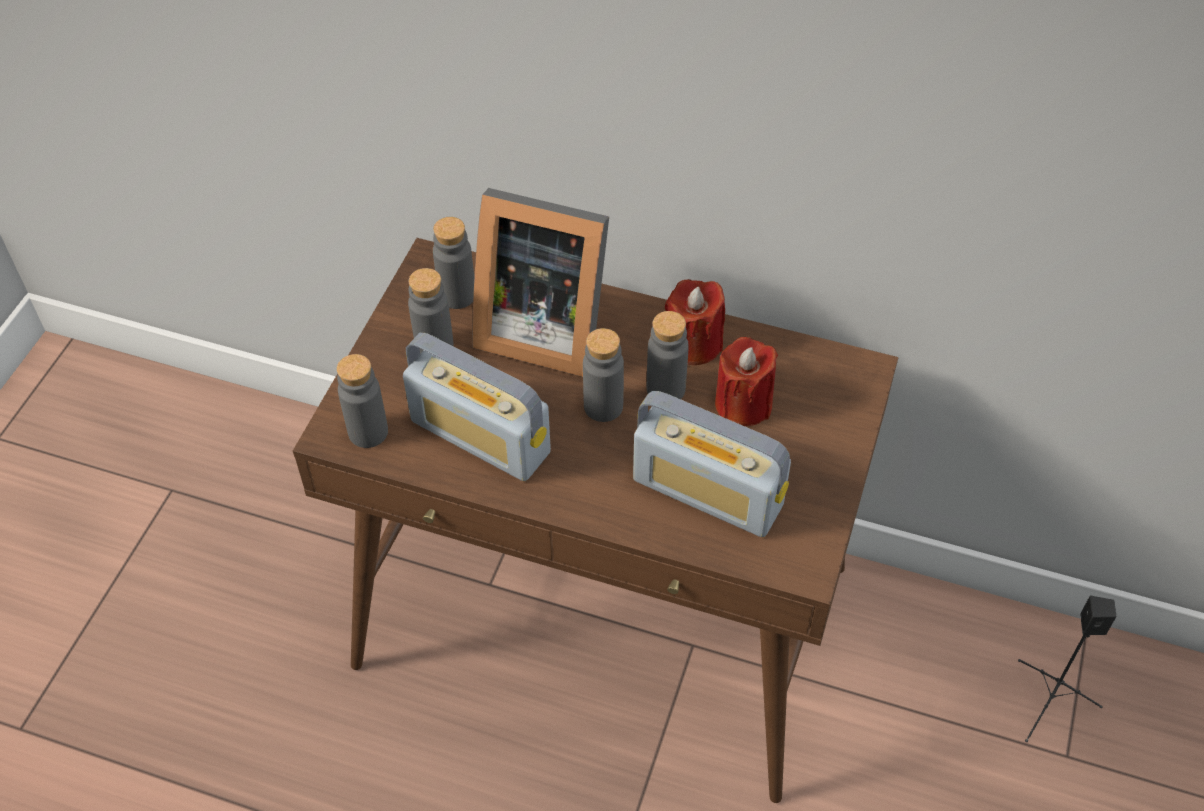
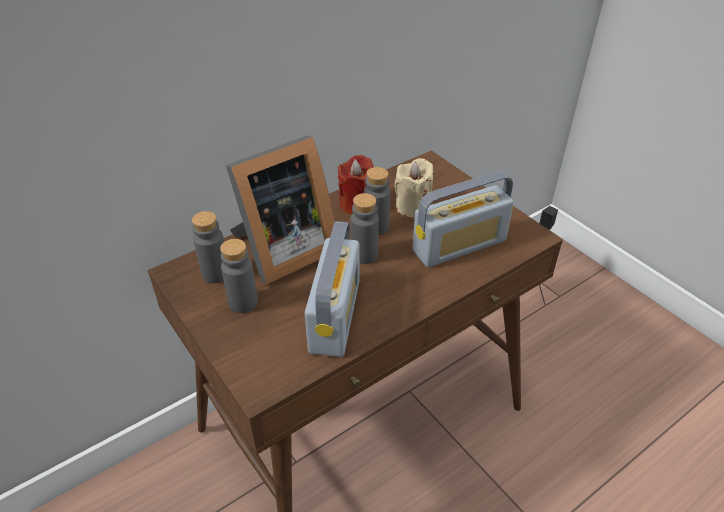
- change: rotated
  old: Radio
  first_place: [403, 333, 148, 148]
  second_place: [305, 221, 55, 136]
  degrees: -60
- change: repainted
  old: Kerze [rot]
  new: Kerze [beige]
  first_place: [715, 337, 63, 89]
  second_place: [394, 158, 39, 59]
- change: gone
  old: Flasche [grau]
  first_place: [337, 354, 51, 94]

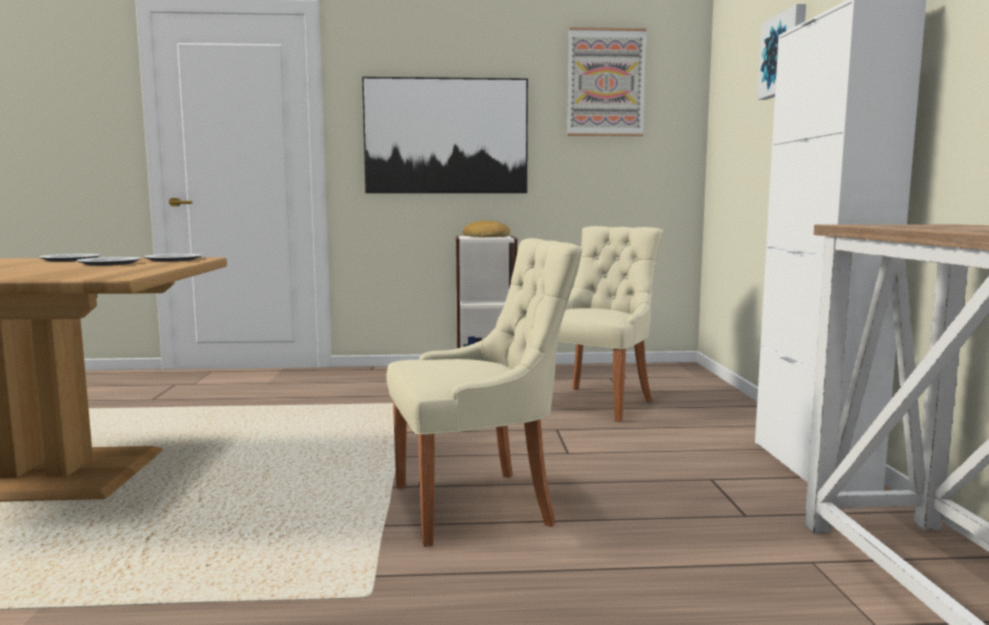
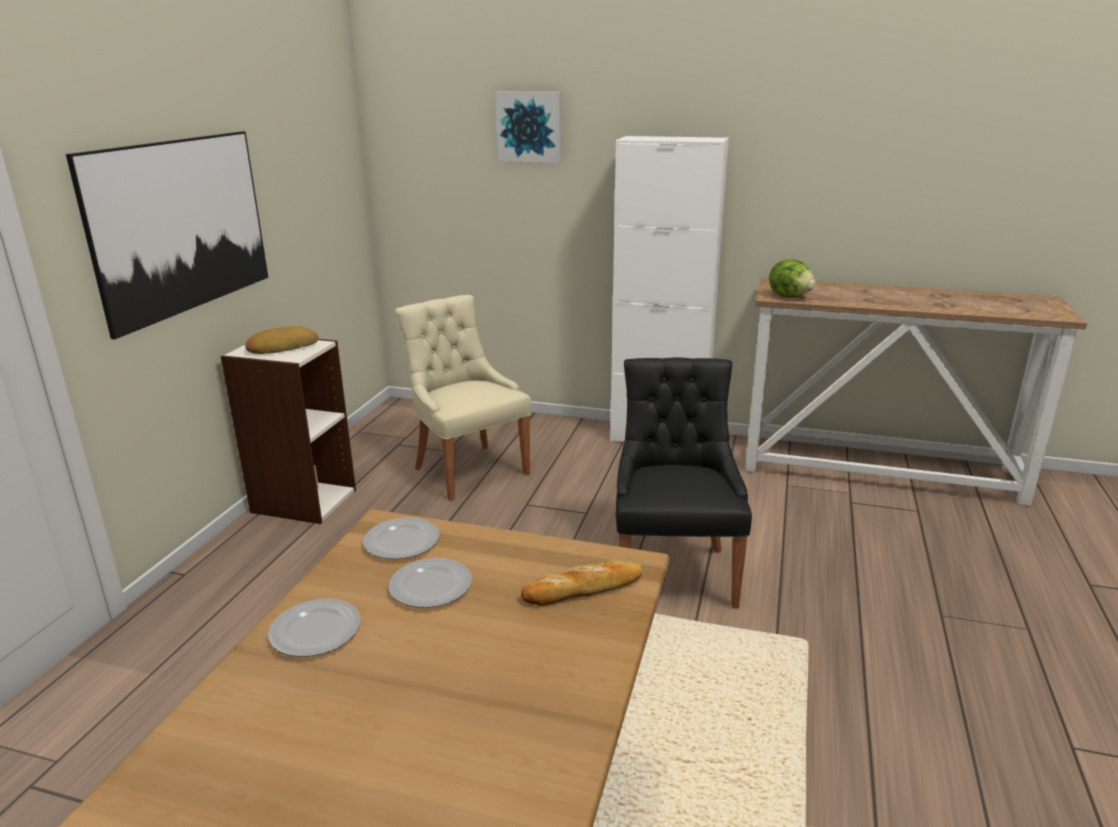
- change: new
  new: Brot
  second_place: [521, 560, 122, 46]
- change: repainted
  old: Stuhl [beige]
  new: Stuhl [schwarz]
  first_place: [386, 238, 196, 309]
  second_place: [616, 357, 136, 251]
- change: new
  new: Salatkopf
  second_place: [769, 259, 47, 39]
- change: gone
  old: Bild
  first_place: [567, 27, 80, 109]

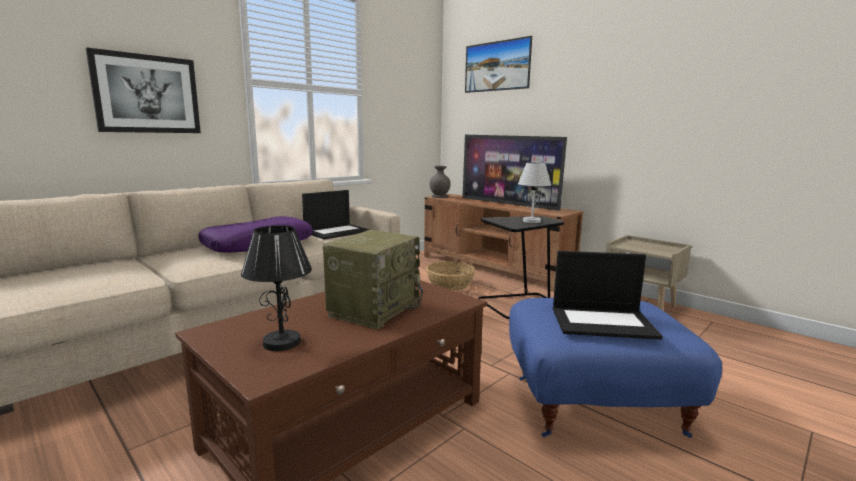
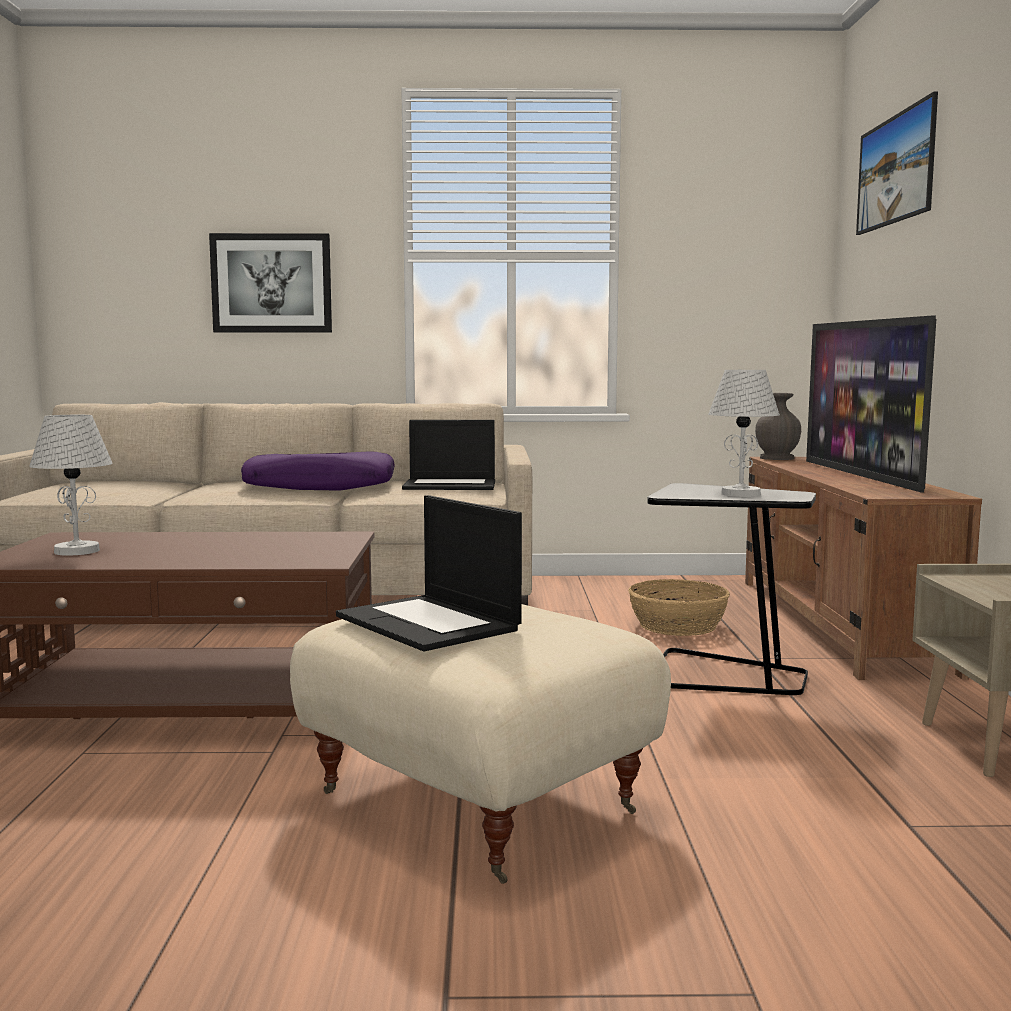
- change: repainted
  old: Tischlampe [schwarz]
  new: Tischlampe [weiß]
  first_place: [241, 225, 71, 126]
  second_place: [29, 415, 84, 141]
- change: repainted
  old: Polsterhocker [blau]
  new: Polsterhocker [beige]
  first_place: [509, 298, 213, 140]
  second_place: [290, 604, 381, 280]
- change: gone
  old: Radio
  first_place: [323, 230, 100, 100]

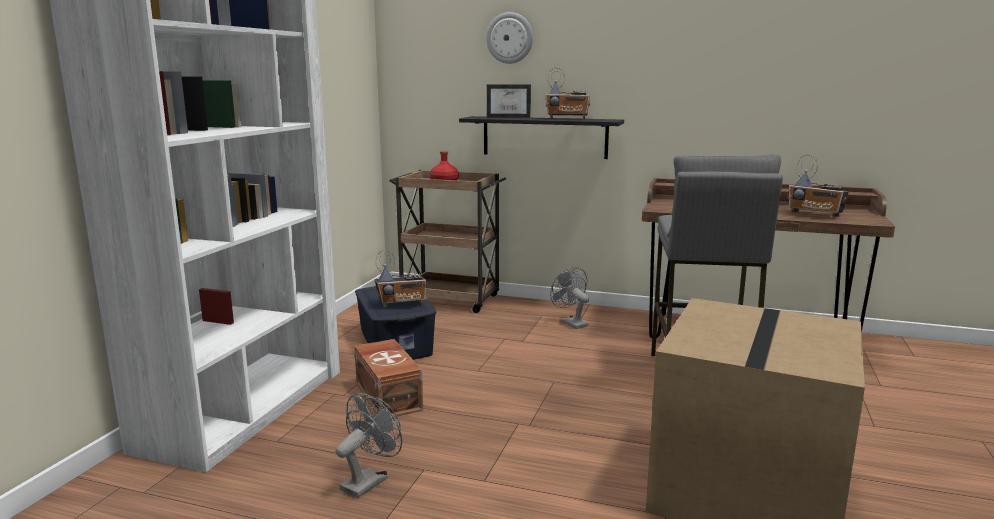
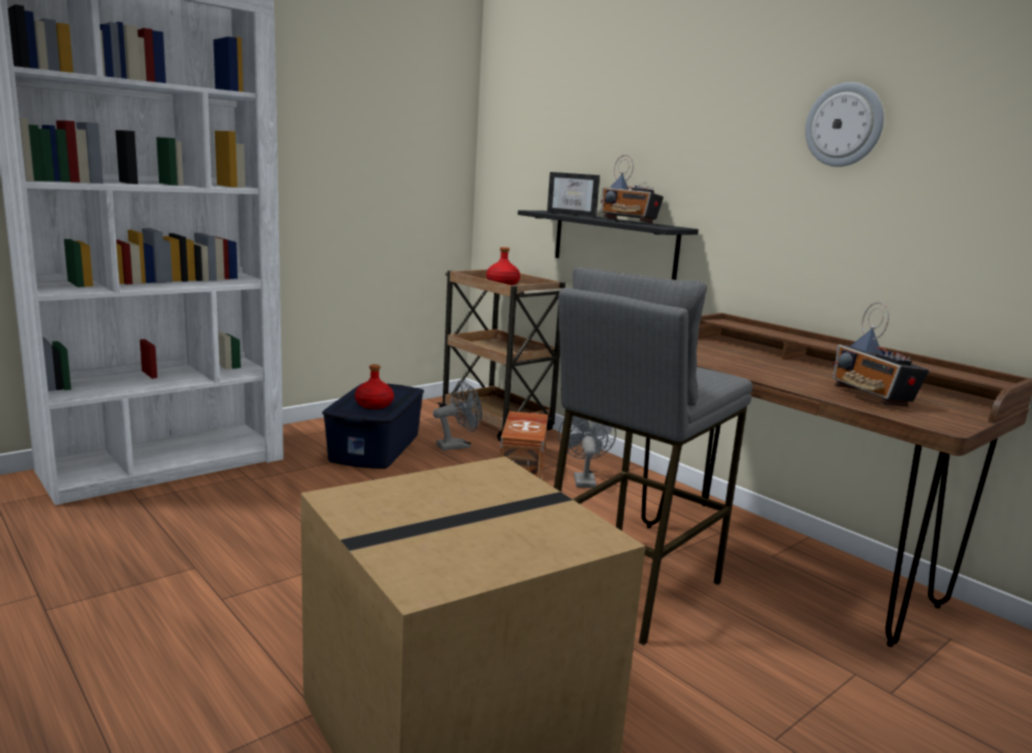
- change: swapped
  old: Radio
  new: Flasche [rot]
  first_place: [375, 250, 51, 57]
  second_place: [355, 364, 39, 45]
- change: shifted
  old: Ventilator [grau]
  first_place: [335, 393, 67, 105]
  second_place: [433, 380, 49, 71]
- change: shifted
  old: Aufbewahrungsbox [braun]
  first_place: [354, 339, 69, 78]
  second_place: [500, 411, 48, 68]
- change: shifted
  old: Wanduhr
  first_place: [486, 12, 47, 52]
  second_place: [805, 82, 79, 85]

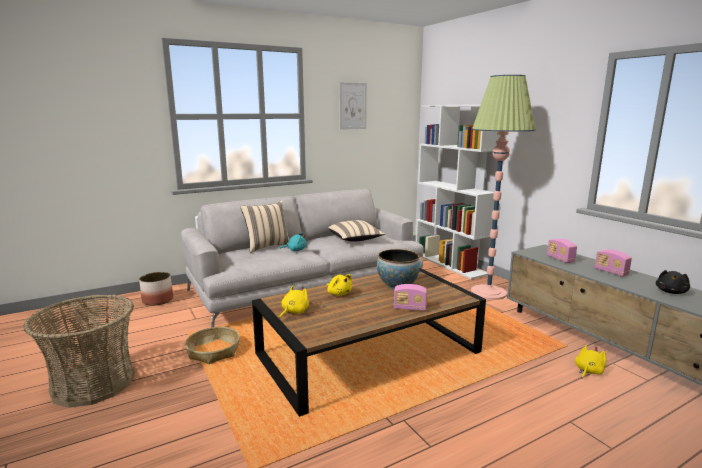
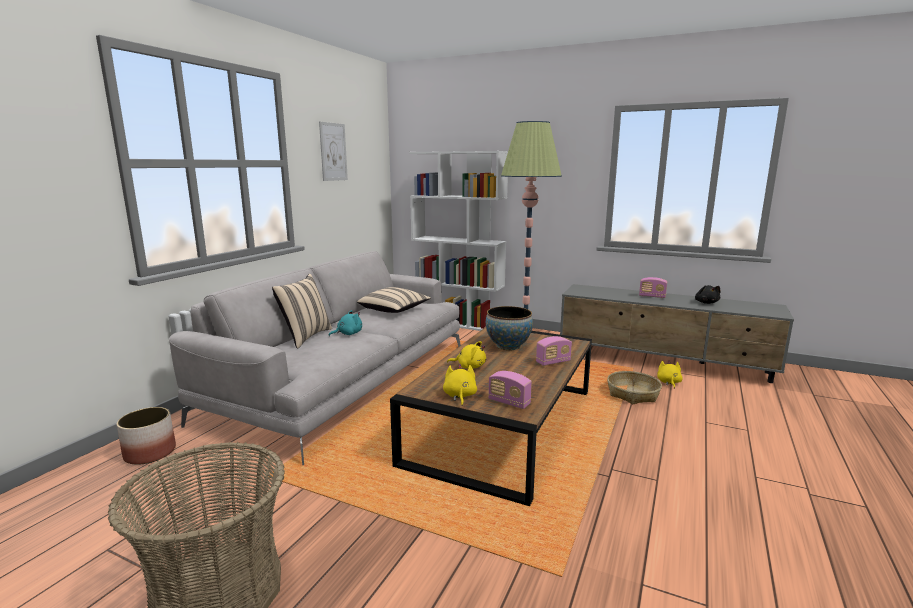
- change: shifted
  old: Radio
  first_place: [547, 239, 30, 24]
  second_place: [488, 371, 44, 38]
- change: shifted
  old: Korb
  first_place: [185, 327, 55, 37]
  second_place: [607, 371, 55, 33]

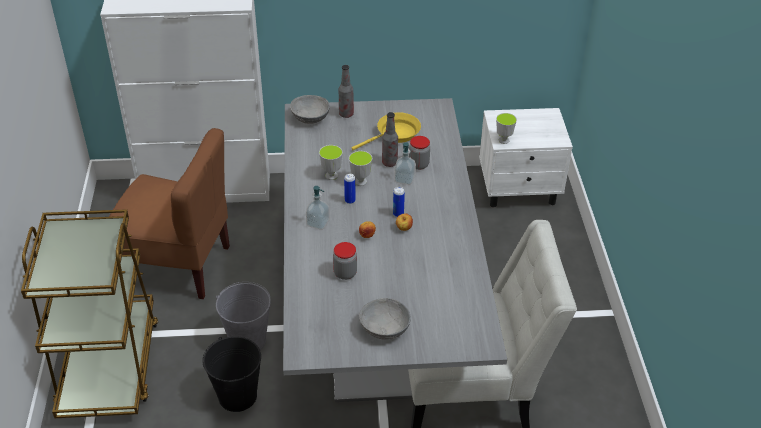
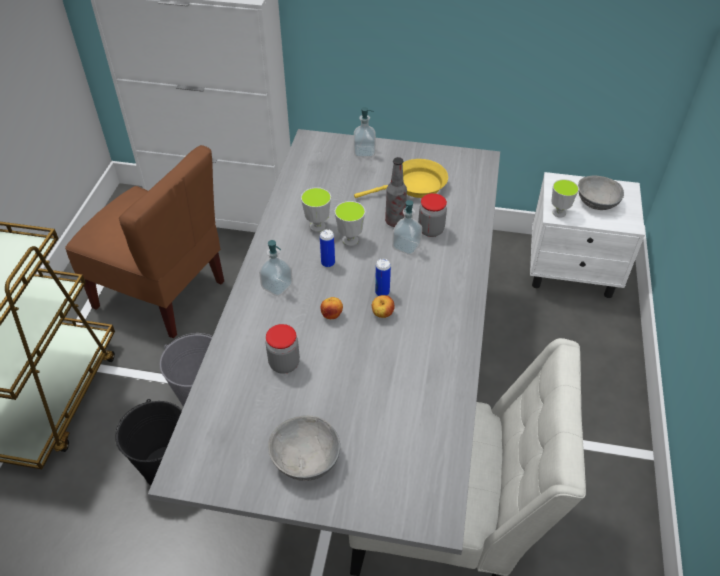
- change: swapped
  old: Flasche
  new: Seifenspender
  first_place: [339, 65, 15, 53]
  second_place: [354, 107, 22, 50]
- change: shifted
  old: Schüssel [grau]
  first_place: [290, 95, 40, 29]
  second_place: [578, 175, 46, 35]

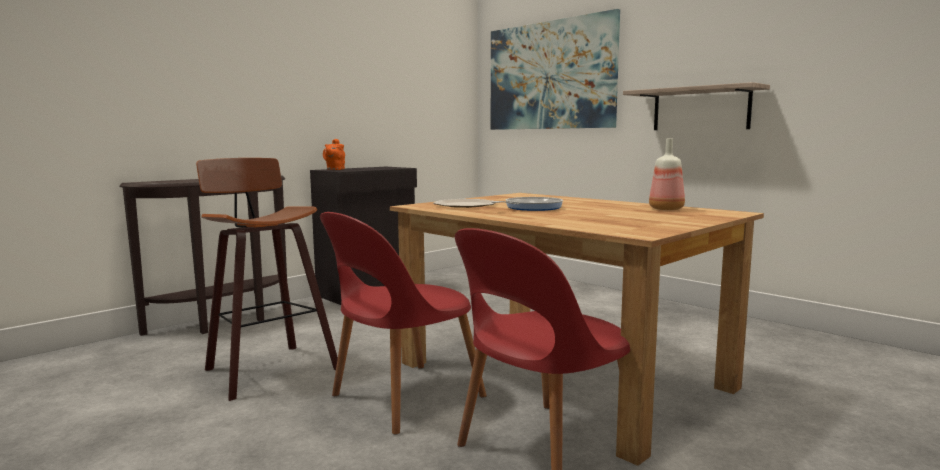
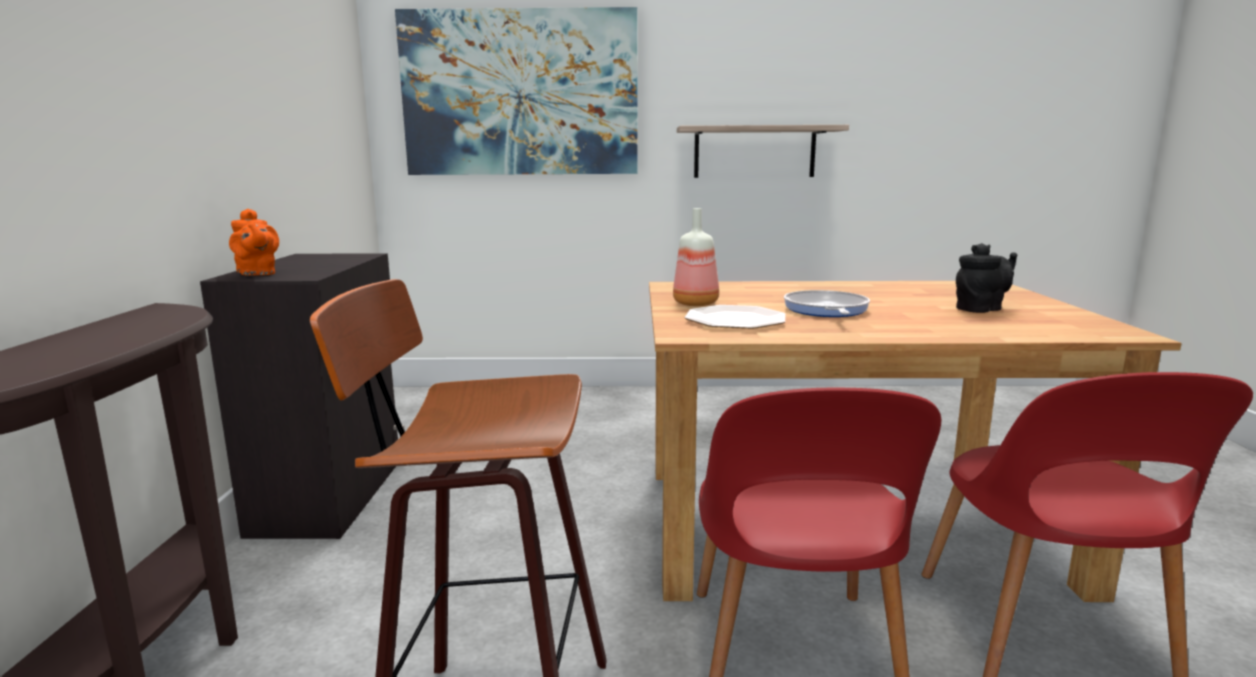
- change: shifted
  old: Flasche
  first_place: [649, 139, 36, 71]
  second_place: [673, 208, 46, 98]
- change: new
  new: Teekanne [schwarz]
  second_place: [956, 243, 62, 70]

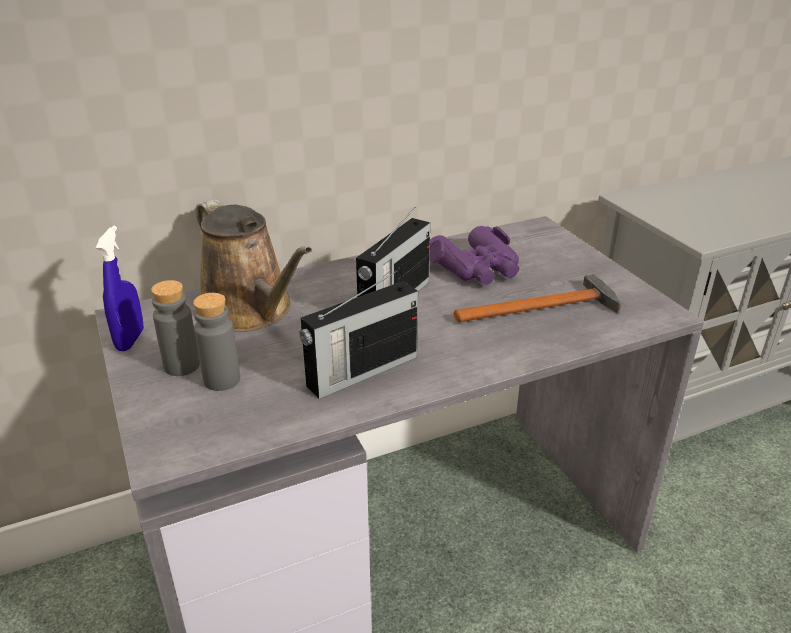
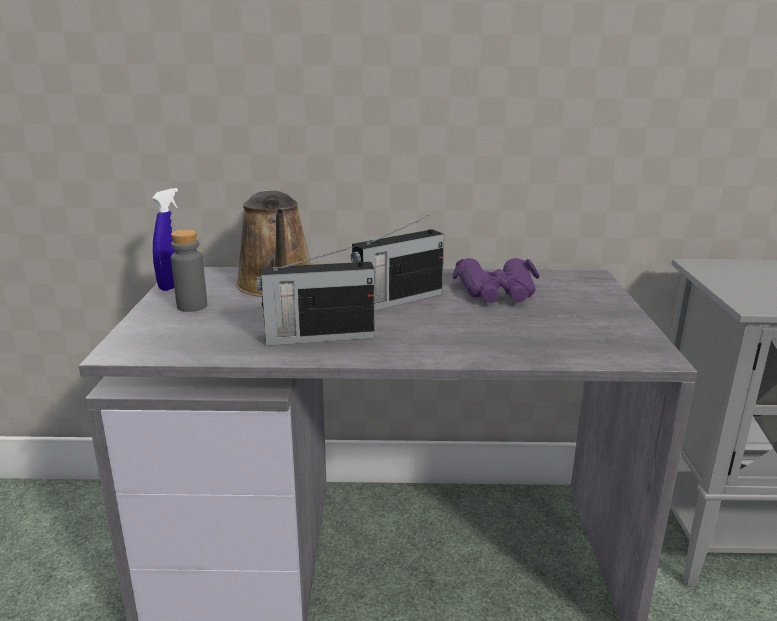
- change: gone
  old: Flasche [grau]
  first_place: [193, 293, 47, 98]
- change: gone
  old: Hammer
  first_place: [454, 274, 167, 49]

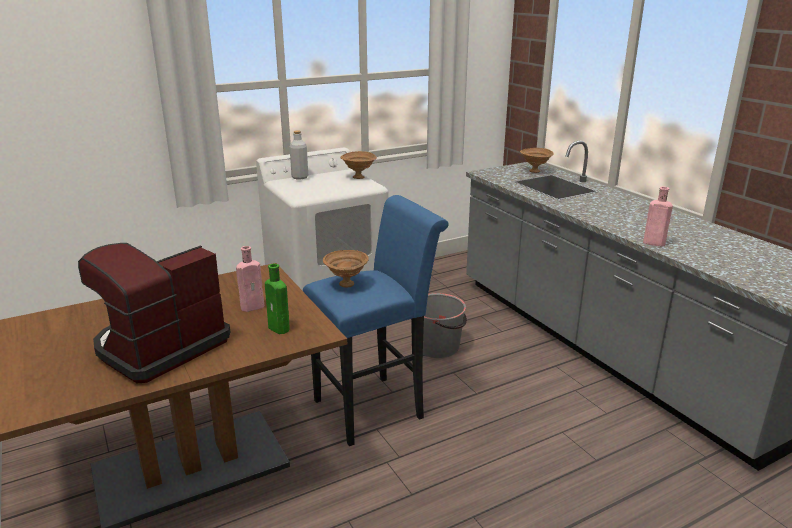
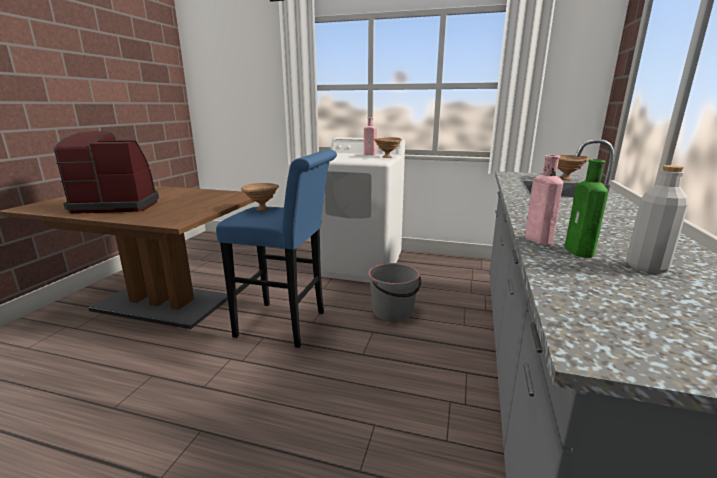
- change: shifted
  old: Flasche [rosa]
  first_place: [236, 246, 28, 66]
  second_place: [364, 117, 13, 38]
- change: shifted
  old: Flasche [grün]
  first_place: [265, 264, 25, 70]
  second_place: [564, 159, 44, 99]
- change: shifted
  old: Flasche [grau]
  first_place: [290, 130, 18, 49]
  second_place: [626, 165, 63, 108]

